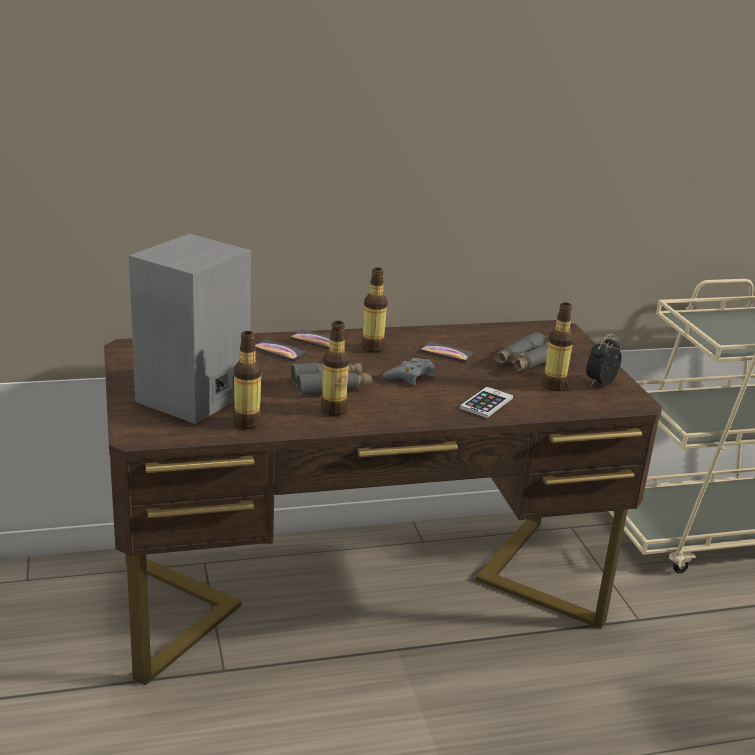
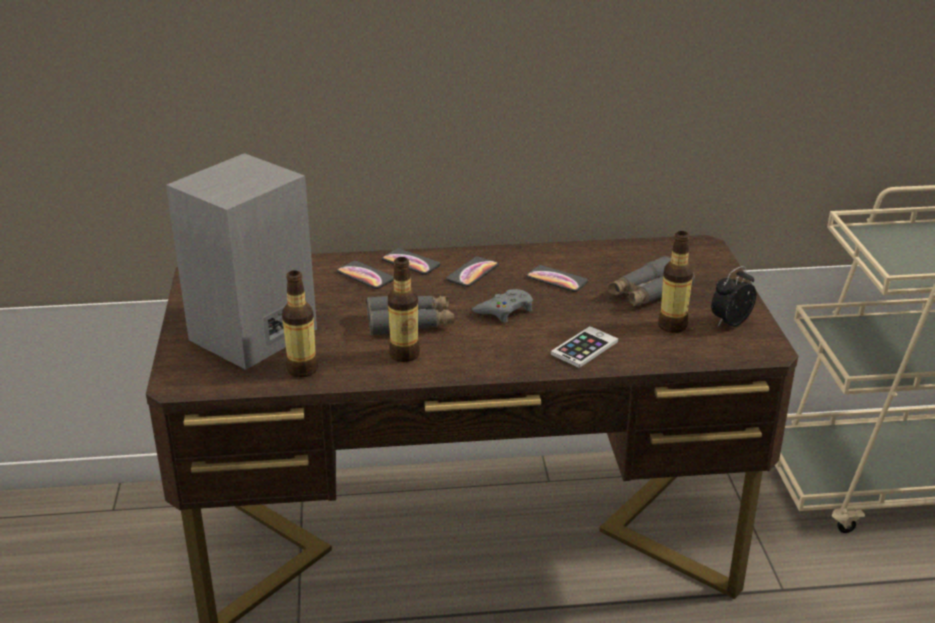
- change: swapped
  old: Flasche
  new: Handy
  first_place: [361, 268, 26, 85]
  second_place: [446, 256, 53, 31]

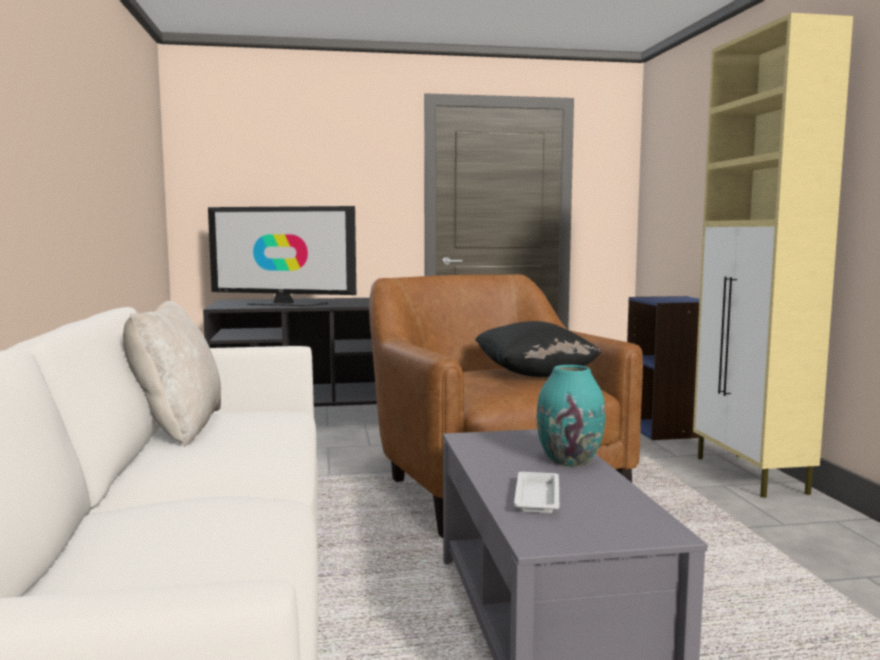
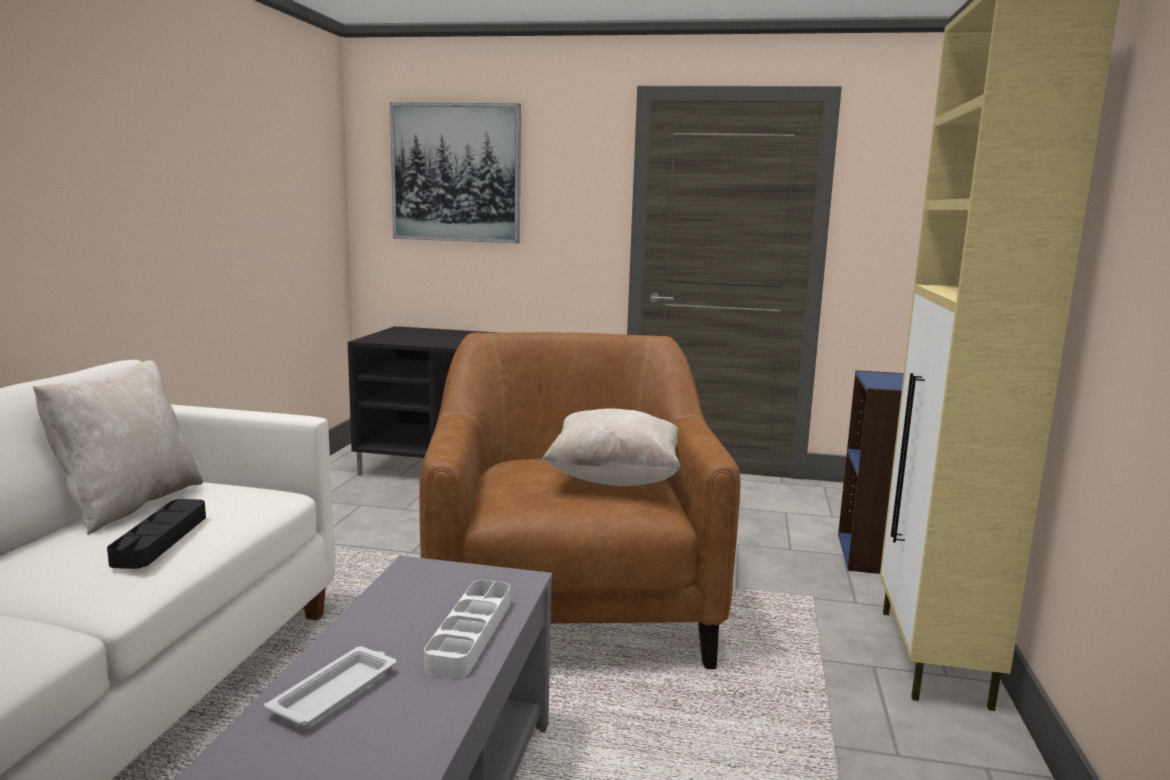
- change: new
  new: Tablett [schwarz]
  second_place: [107, 499, 99, 70]
- change: new
  new: Bild
  second_place: [390, 102, 131, 141]
- change: swapped
  old: Vase [türkis]
  new: Tablett [weiß]
  first_place: [537, 365, 68, 102]
  second_place: [424, 580, 86, 99]
- change: repainted
  old: Kissen [schwarz]
  new: Kissen [beige]
  first_place: [475, 321, 127, 56]
  second_place: [542, 408, 138, 78]
- change: gone
  old: Fernseher
  first_place: [208, 206, 148, 100]

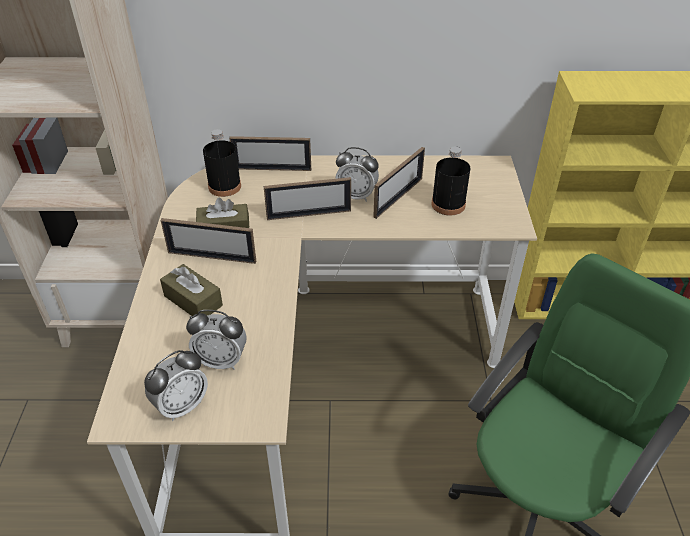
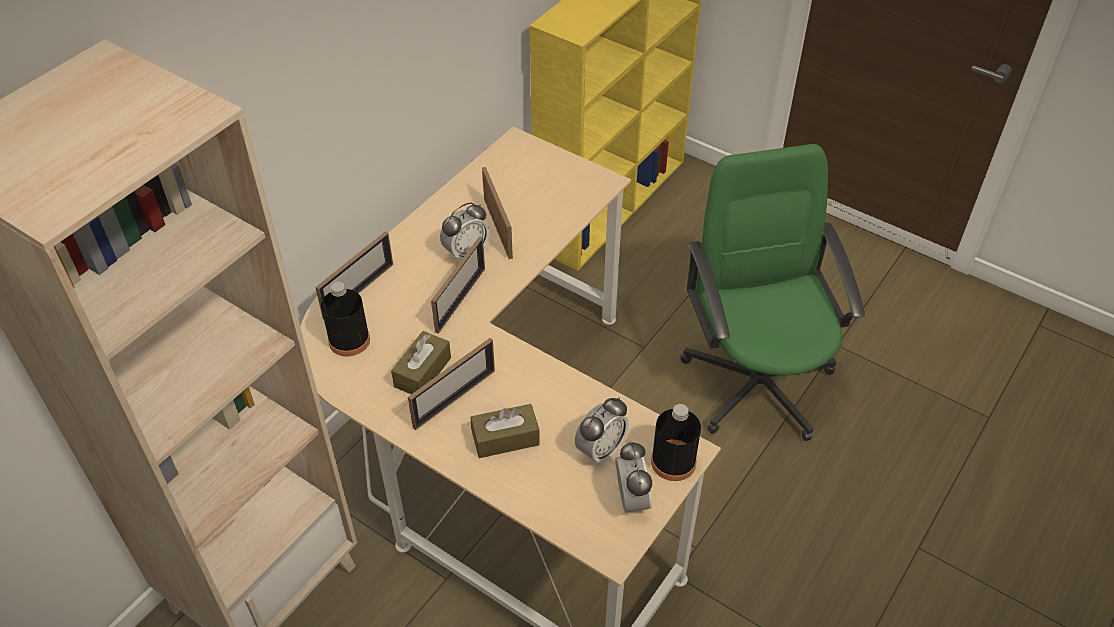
- change: shifted
  old: Flasche [schwarz]
  first_place: [431, 147, 40, 68]
  second_place: [651, 404, 50, 77]

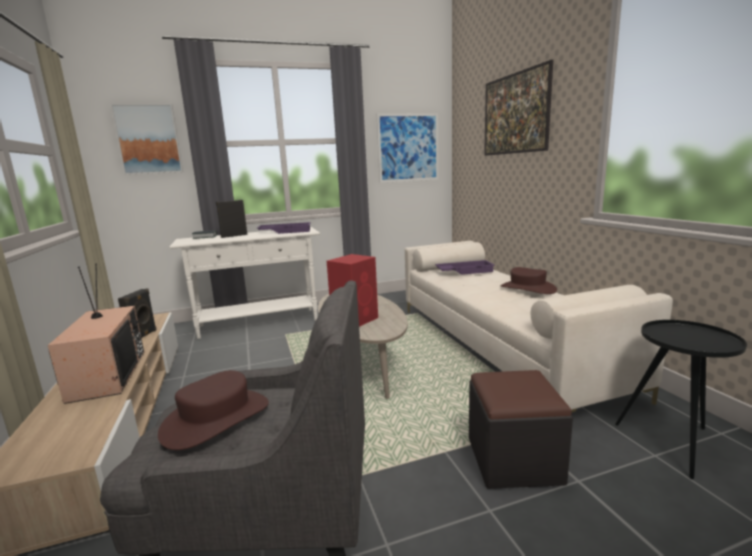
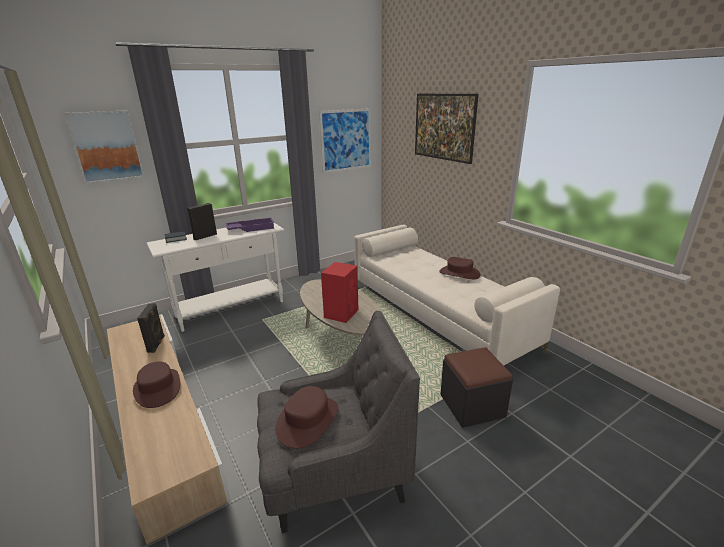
- change: swapped
  old: Fernseher
  new: Hut [braun]
  first_place: [48, 264, 96, 140]
  second_place: [133, 361, 47, 47]
- change: gone
  old: Tablett [lila]
  first_place: [435, 260, 59, 15]
- change: gone
  old: Beistelltisch [schwarz]
  first_place: [615, 320, 132, 159]

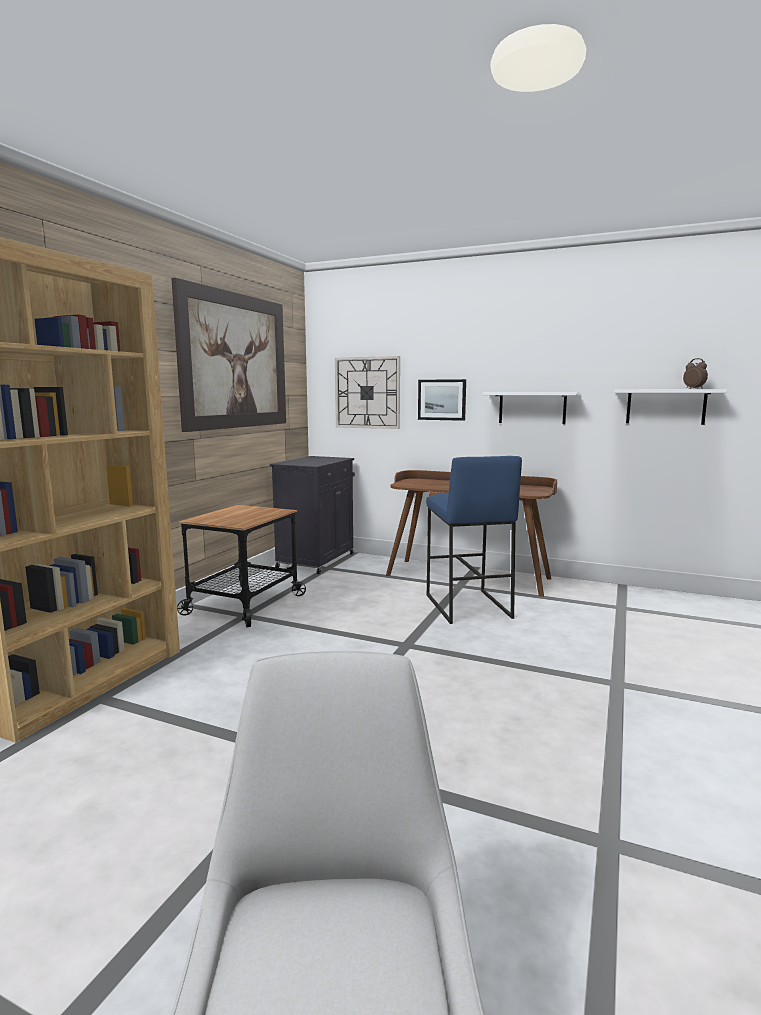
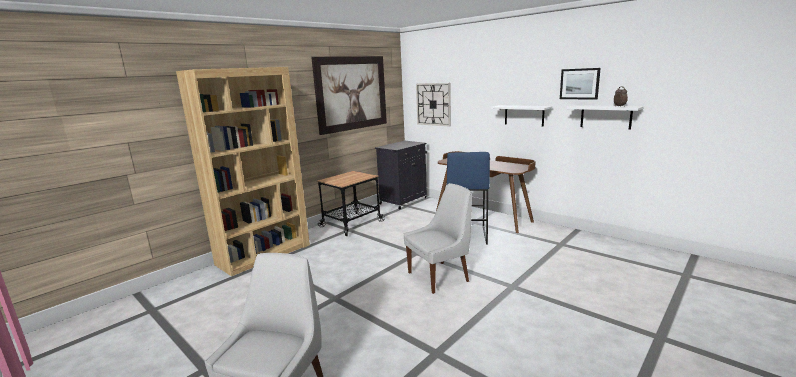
- change: new
  new: Stuhl [weiß]
  second_place: [404, 183, 68, 111]
- change: shifted
  old: Bild
  first_place: [418, 379, 48, 42]
  second_place: [560, 68, 41, 32]

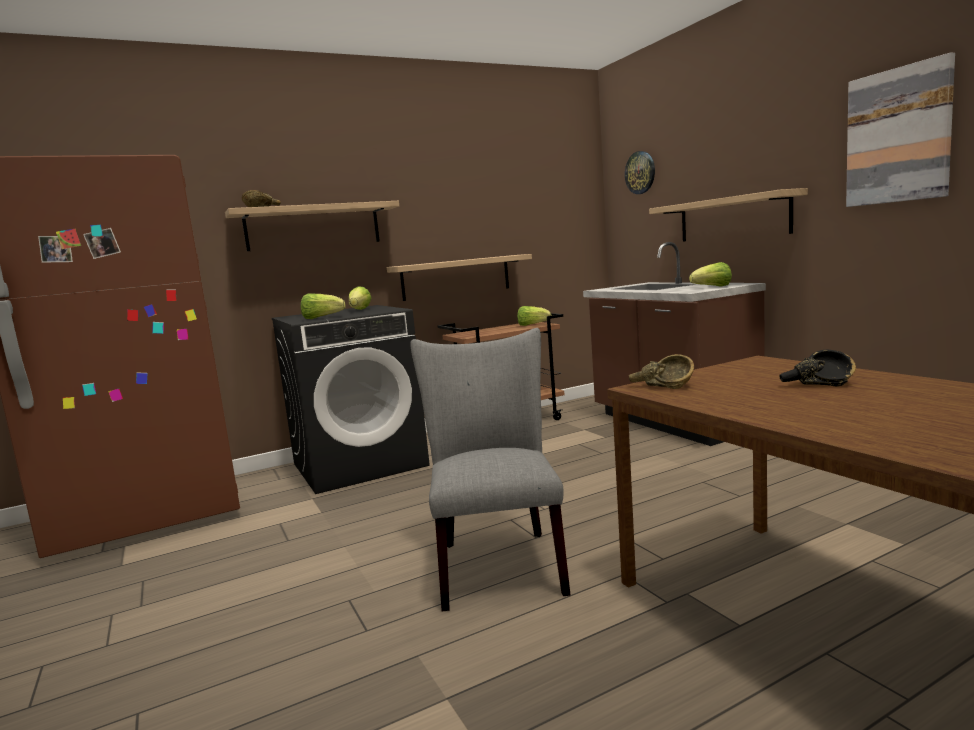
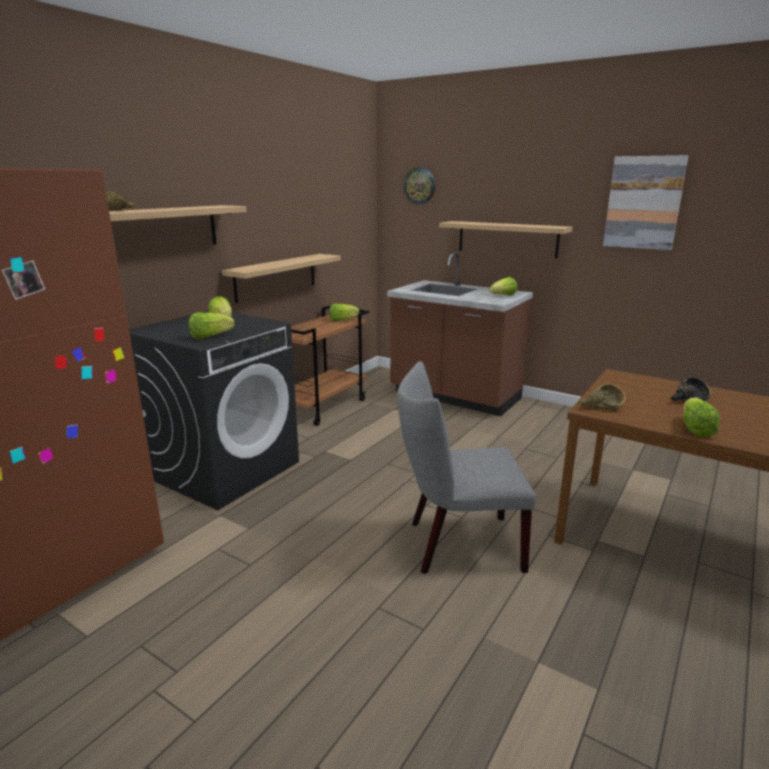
- change: rotated
  old: Stuhl [grau]
  first_place: [410, 328, 160, 283]
  second_place: [397, 361, 139, 213]
  degrees: -60
- change: new
  new: Salatkopf
  second_place: [683, 397, 37, 40]

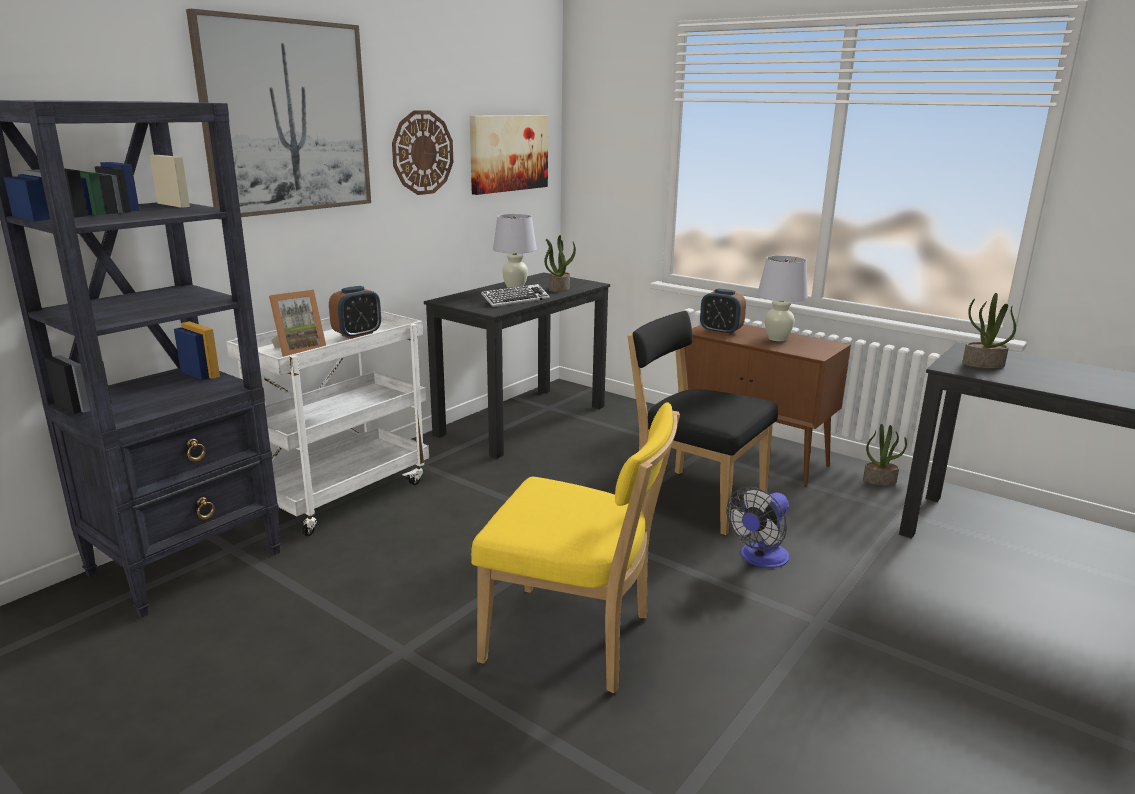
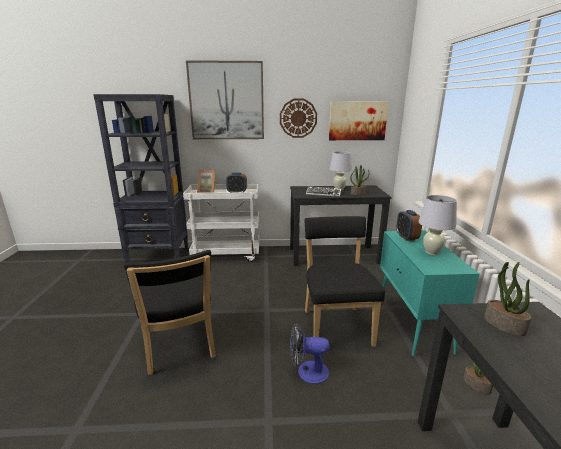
- change: repainted
  old: Stuhl [gelb]
  new: Stuhl [schwarz]
  first_place: [471, 402, 209, 291]
  second_place: [124, 250, 92, 125]
- change: repainted
  old: Schrank [braun]
  new: Schrank [türkis]
  first_place: [684, 324, 167, 163]
  second_place: [380, 231, 100, 126]

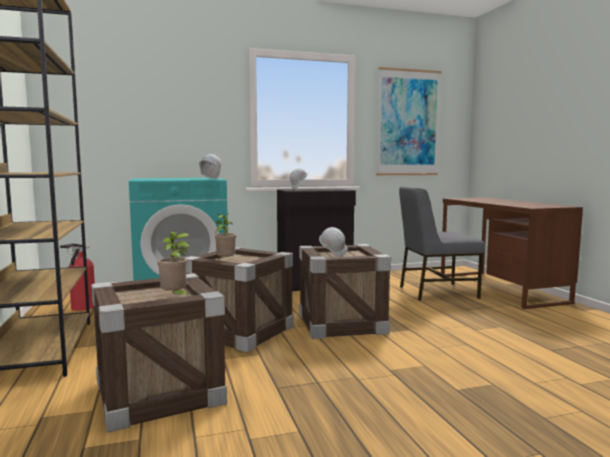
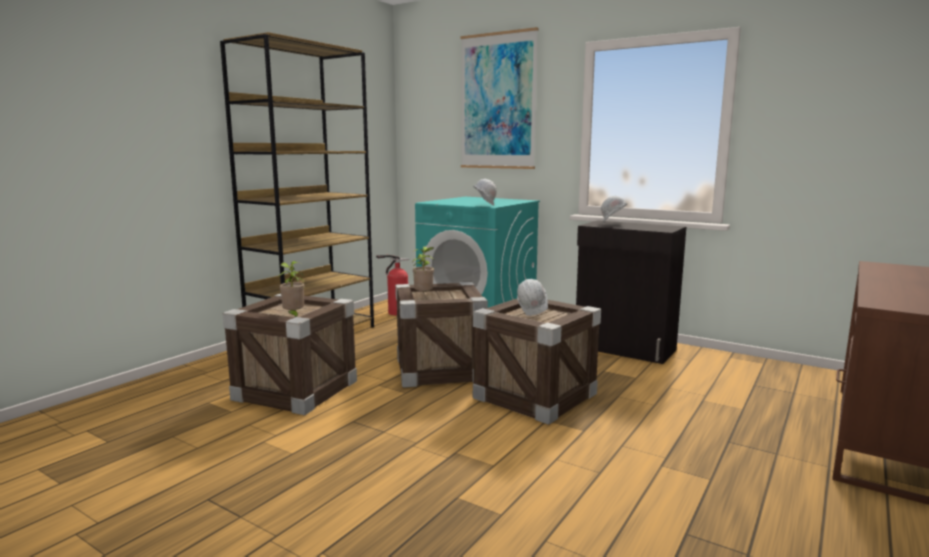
- change: shifted
  old: Bild
  first_place: [376, 67, 66, 108]
  second_place: [461, 27, 77, 142]
- change: gone
  old: Stuhl [grau]
  first_place: [399, 187, 86, 114]

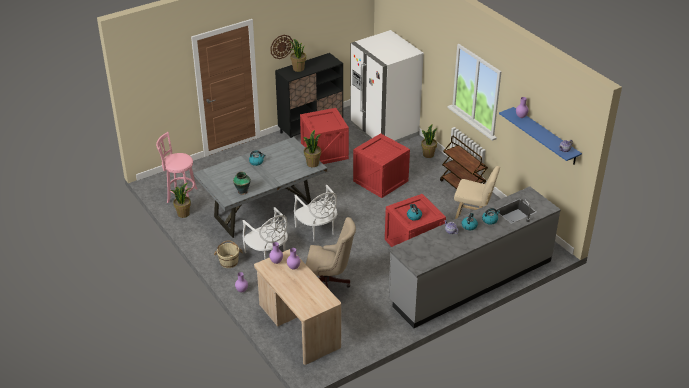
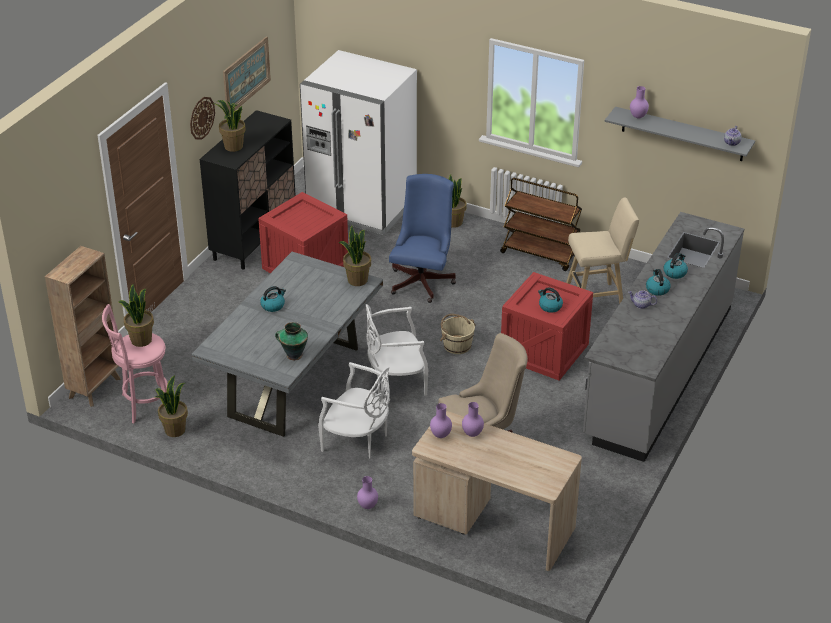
- change: new
  new: Bücherregal [braun]
  second_place: [45, 246, 76, 161]
- change: new
  new: Topfpflanze
  second_place: [118, 284, 36, 63]
- change: new
  new: Bild
  second_place: [223, 37, 48, 78]
- change: rotated
  old: Stuhl [weiß]
  first_place: [294, 185, 43, 56]
  second_place: [366, 304, 63, 92]
  degrees: 135
- change: swapped
  old: Kiste
  new: Bürostuhl [blau]
  first_place: [353, 133, 57, 65]
  second_place: [389, 174, 67, 129]
- change: shifted
  old: Eimer [beige]
  first_place: [214, 240, 29, 28]
  second_place: [440, 314, 36, 40]
- change: repainted
  old: Wandregal [blau]
  new: Wandregal [grau]
  first_place: [499, 107, 83, 58]
  second_place: [605, 107, 150, 54]

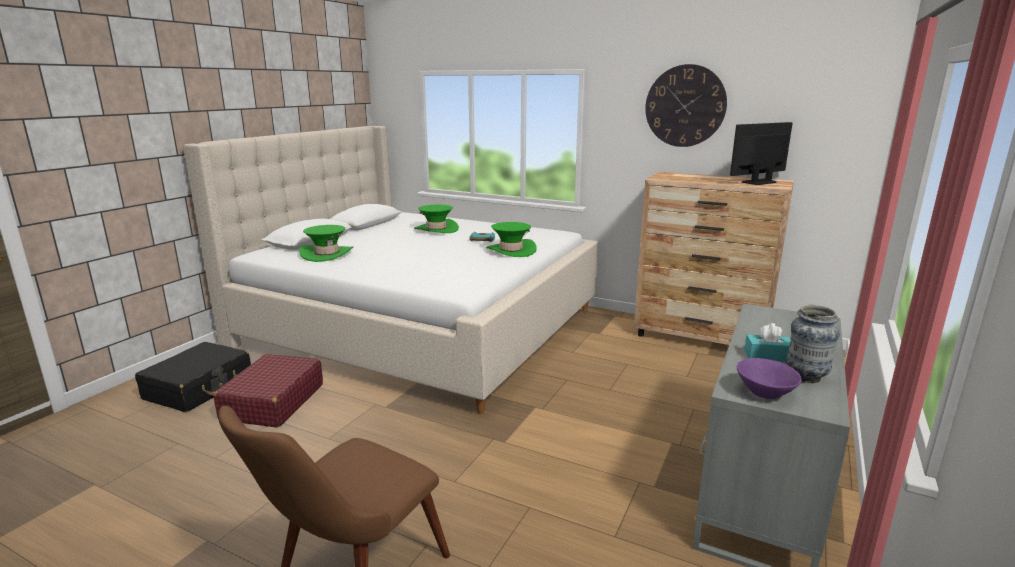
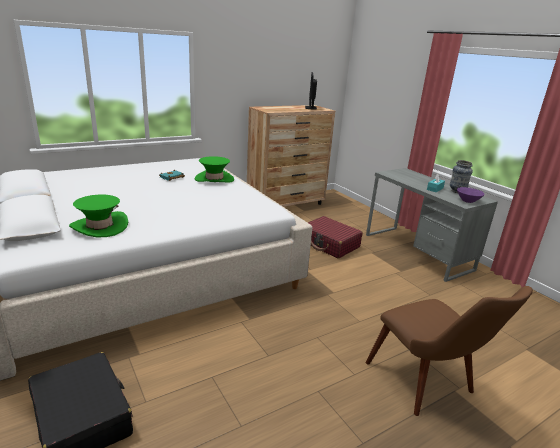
- change: shifted
  old: Koffer [rot]
  first_place: [214, 354, 109, 74]
  second_place: [308, 216, 54, 43]
- change: gone
  old: Hut [grün]
  first_place: [414, 205, 45, 28]
- change: gone
  old: Wanduhr
  first_place: [645, 64, 82, 83]

